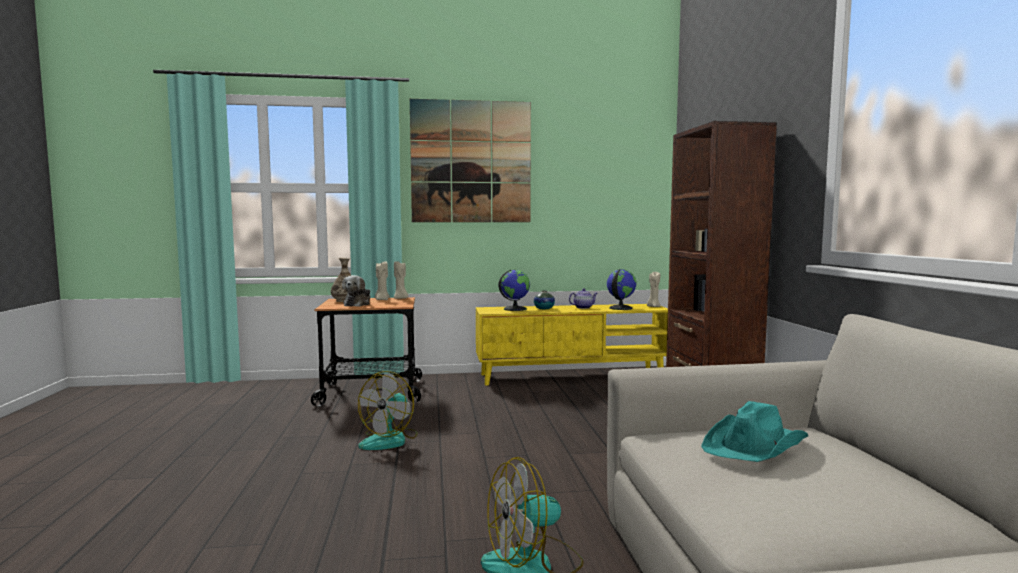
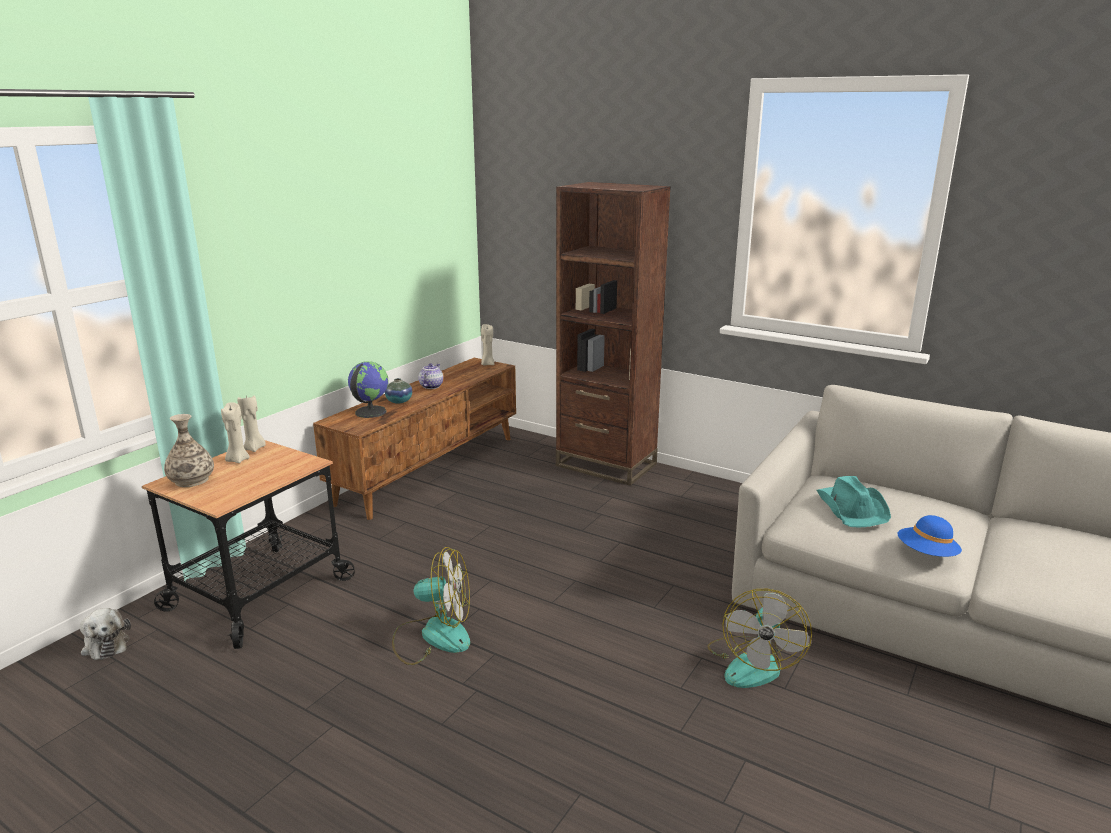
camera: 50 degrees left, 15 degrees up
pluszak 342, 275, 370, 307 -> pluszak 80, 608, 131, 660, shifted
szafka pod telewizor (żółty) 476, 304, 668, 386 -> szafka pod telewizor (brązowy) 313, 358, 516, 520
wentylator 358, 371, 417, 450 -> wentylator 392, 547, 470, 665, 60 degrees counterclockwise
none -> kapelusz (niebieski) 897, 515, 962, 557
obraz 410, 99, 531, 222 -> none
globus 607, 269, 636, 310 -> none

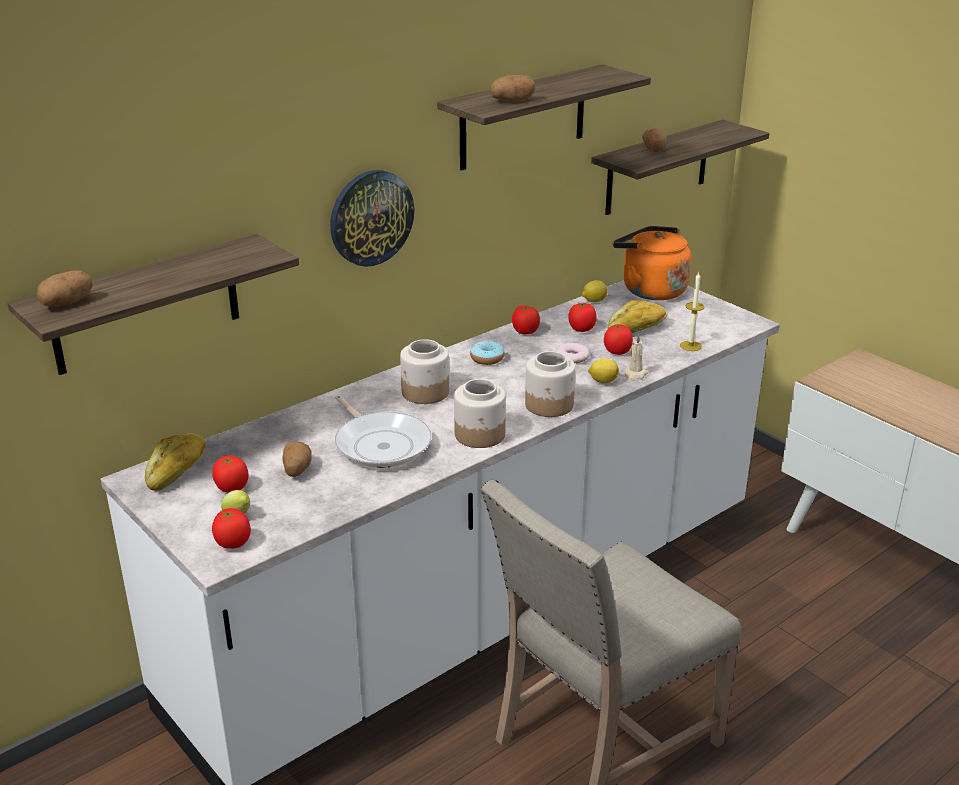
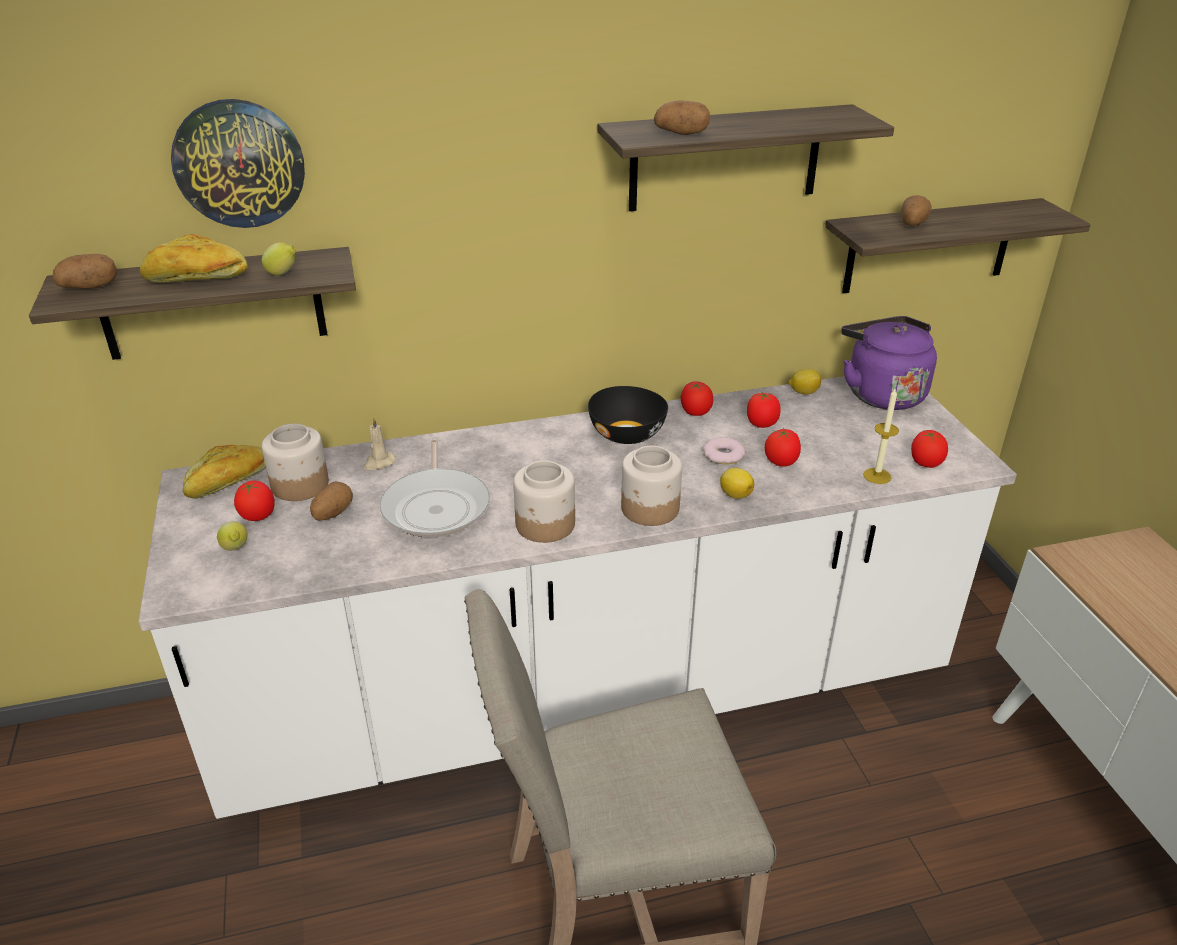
camera: 25 degrees right, 5 degrees up
chleb 608, 300, 667, 333 -> chleb 140, 234, 248, 283, shifted
zegar ścienny 330, 170, 414, 267 -> zegar ścienny 171, 99, 305, 228, shifted
none -> cytryna 262, 242, 296, 276
słoik 400, 339, 449, 404 -> słoik 262, 424, 329, 501, shifted
świeca (beżowy) 624, 334, 648, 381 -> świeca (beżowy) 363, 417, 395, 470, shifted
donut 470, 341, 504, 365 -> miska (czarny) 588, 386, 668, 444
czajnik (pomarańczowy) 613, 226, 691, 300 -> czajnik (fioletowy) 841, 316, 937, 410
pomidor 212, 508, 251, 549 -> pomidor 911, 430, 948, 468, shifted

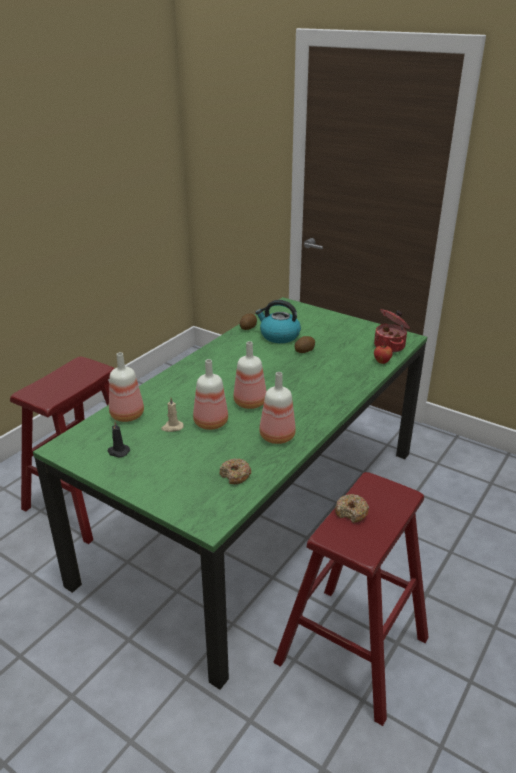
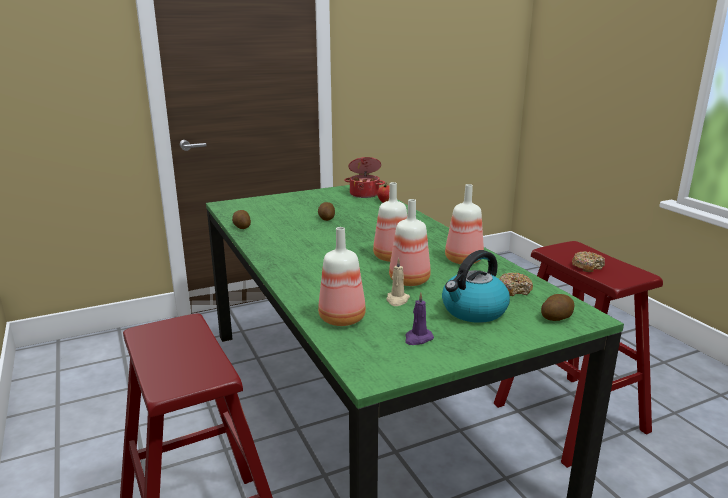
camera: 60 degrees left, 10 degrees down
świeca (czarny) 108, 422, 130, 458 -> świeca (fioletowy) 405, 292, 434, 345
czajnik 255, 300, 301, 343 -> czajnik 442, 250, 510, 323, shifted
none -> ziemniak 541, 294, 574, 321

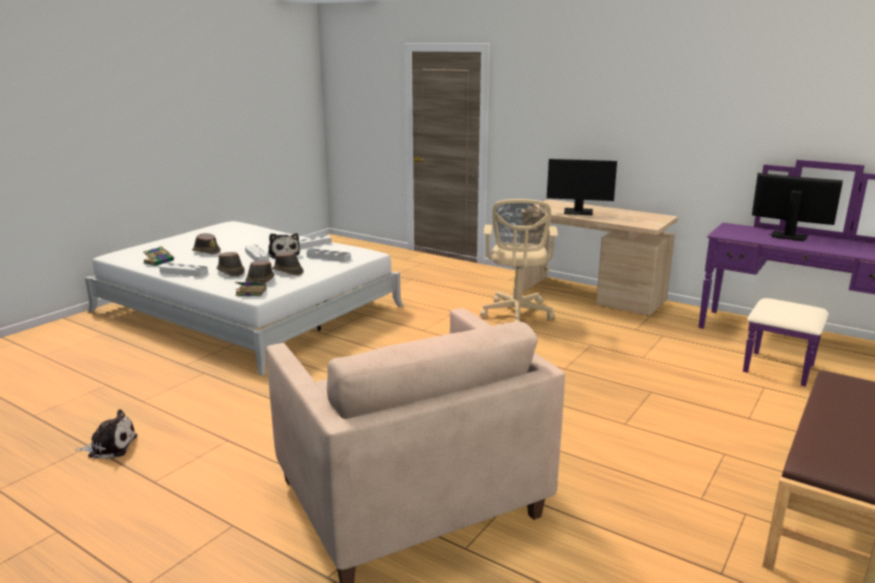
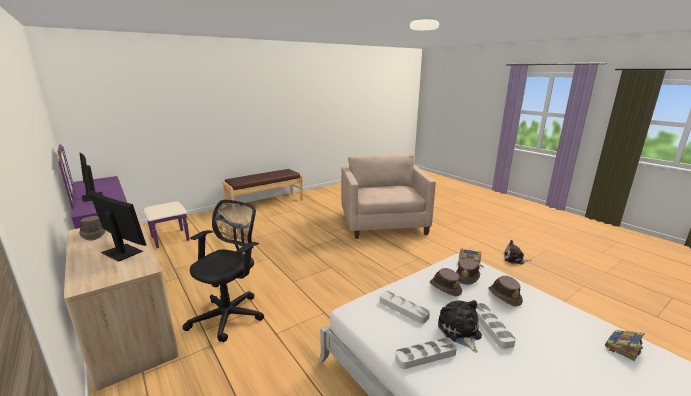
camera: 160 degrees left, 0 degrees up
kapelusz (brązowy) 192, 233, 221, 254 -> kapelusz (brązowy) 79, 216, 106, 241, shifted
krzesło biurowe (beżowy) 480, 199, 558, 322 -> krzesło biurowe (czarny) 182, 200, 264, 342
taca (szary) 159, 263, 208, 277 -> none

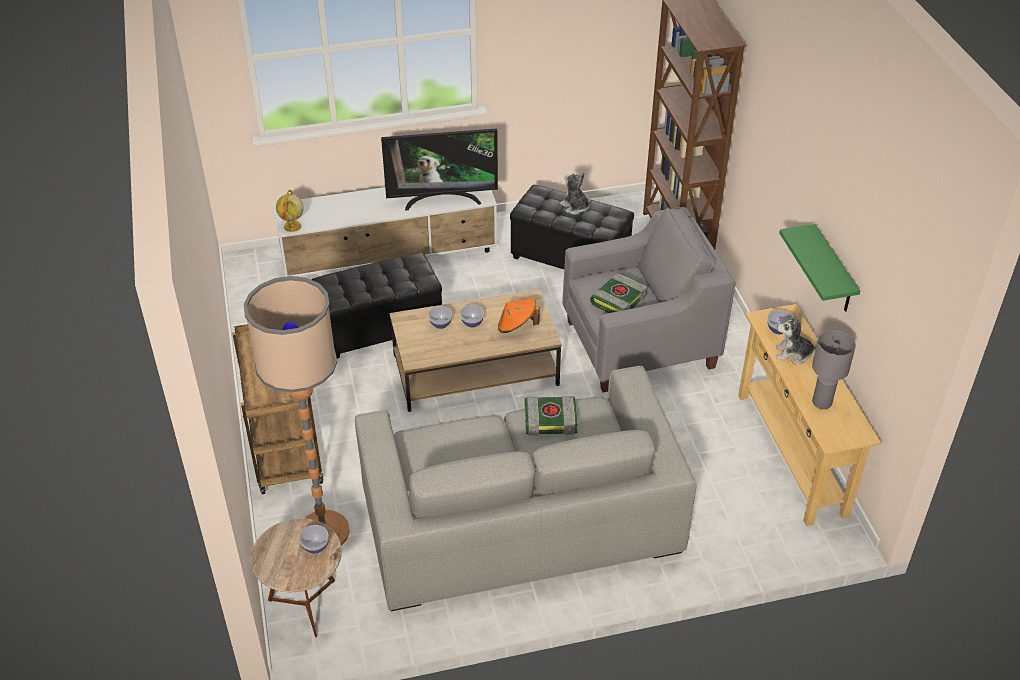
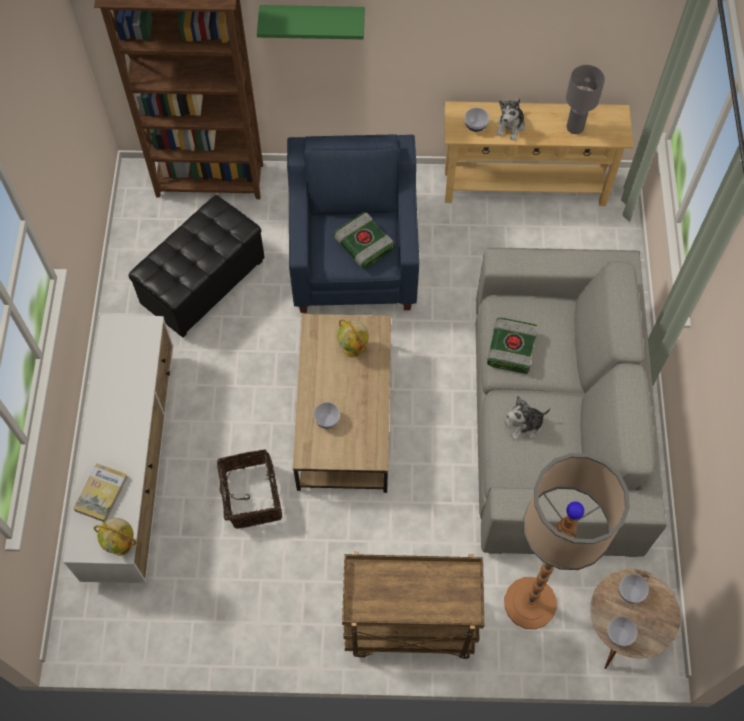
camera: 75 degrees left, 20 degrees up
none -> książka 73, 463, 128, 522
pufa (czarny) 311, 252, 442, 358 -> koszyk 210, 449, 282, 529
półka (zielony) 779, 224, 860, 312 -> półka (zielony) 257, 5, 365, 39, shifted
fotel (szary) 562, 207, 736, 393 -> fotel (niebieski) 287, 134, 420, 313
kapelusz (pomarańczowy) 498, 298, 540, 333 -> globus 337, 319, 369, 358
pluszak 560, 172, 590, 214 -> pluszak 504, 396, 550, 440, shifted
miska 460, 305, 484, 328 -> miska 607, 616, 637, 647, shifted
telewizor 381, 128, 498, 211 -> none

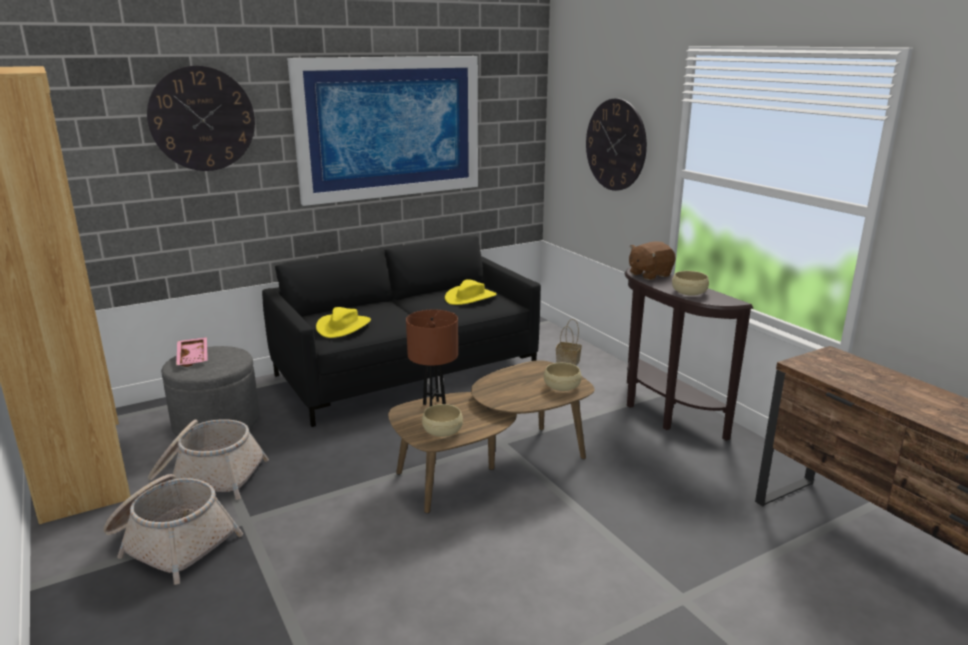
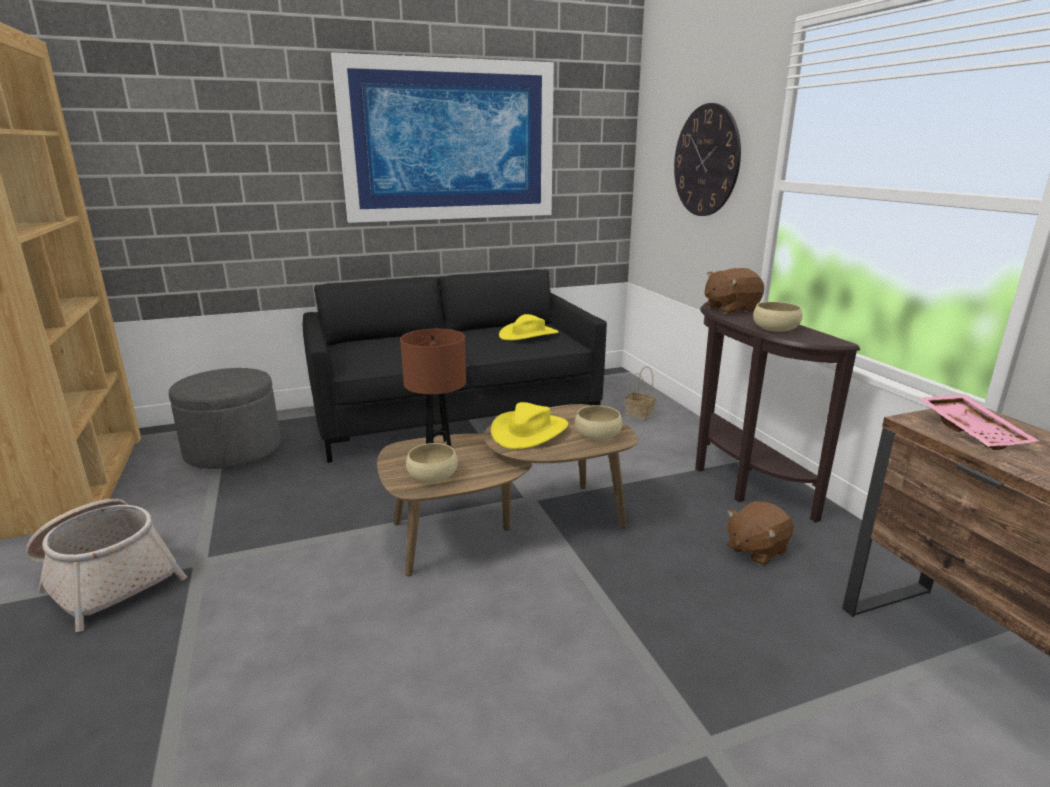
camera: 10 degrees right, 0 degrees up
kapelusz (żółty) 316, 307, 371, 338 -> kapelusz (żółty) 491, 402, 568, 449, shifted
none -> pluszak (brązowy) 727, 501, 794, 566
taca (różowy) 176, 337, 208, 367 -> taca (różowy) 919, 394, 1039, 450, shifted
zegar ścienny 147, 66, 255, 171 -> none
koszyk 148, 419, 269, 500 -> none

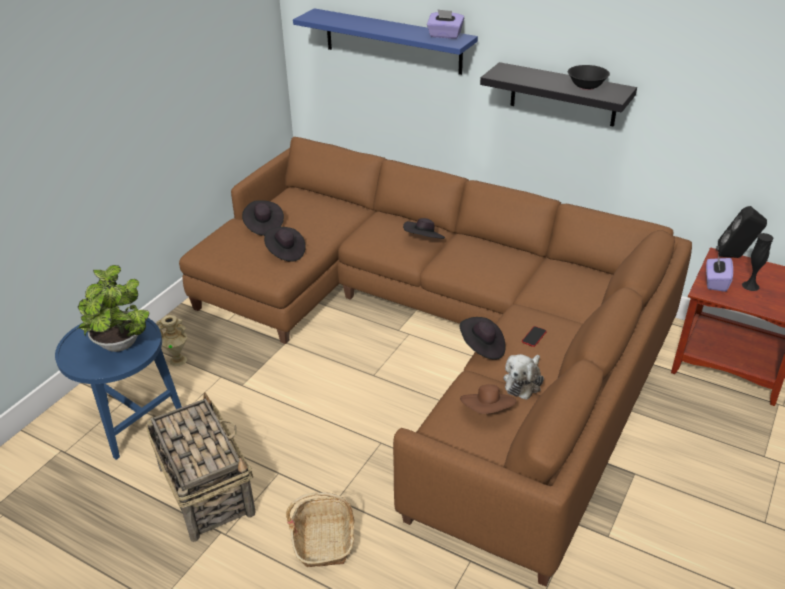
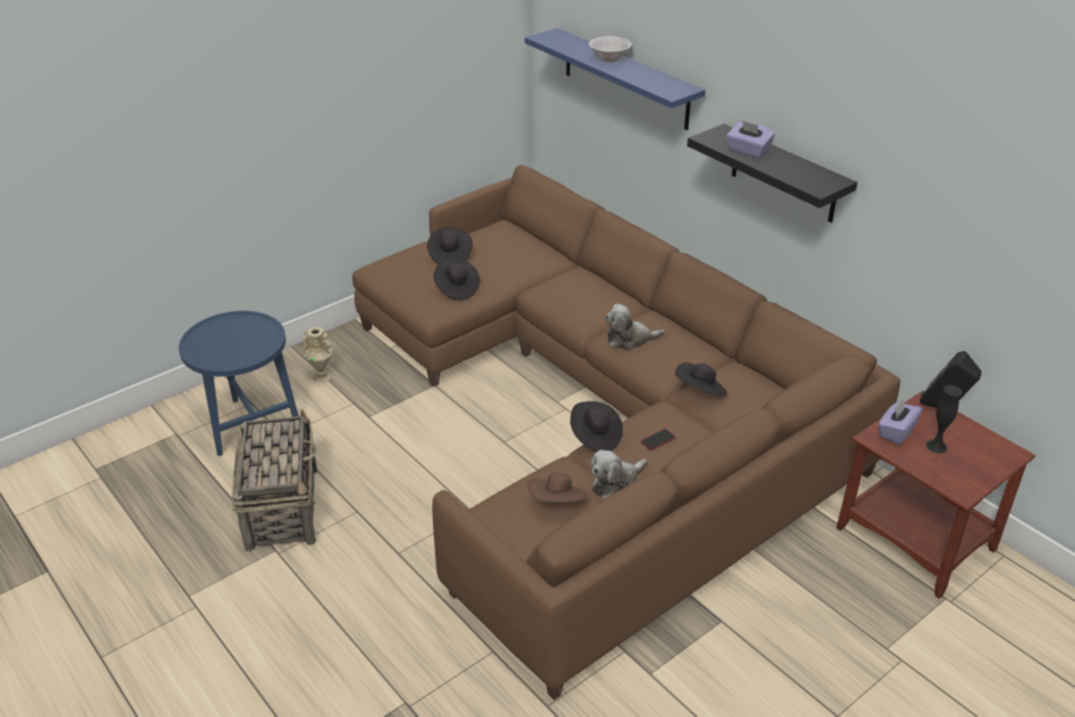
camera: 20 degrees right, 0 degrees up
none -> miska (biały) 589, 36, 631, 62
none -> pluszak 605, 304, 665, 350
kapelusz (czarny) 403, 218, 445, 239 -> kapelusz (czarny) 675, 362, 727, 396, shifted
pudełko chusteczek (fioletowy) 427, 9, 464, 39 -> pudełko chusteczek (fioletowy) 726, 120, 775, 159, shifted
roślina doniczkowa 77, 265, 150, 352 -> none
koszyk 286, 492, 354, 567 -> none
miska (czarny) 568, 65, 610, 90 -> none

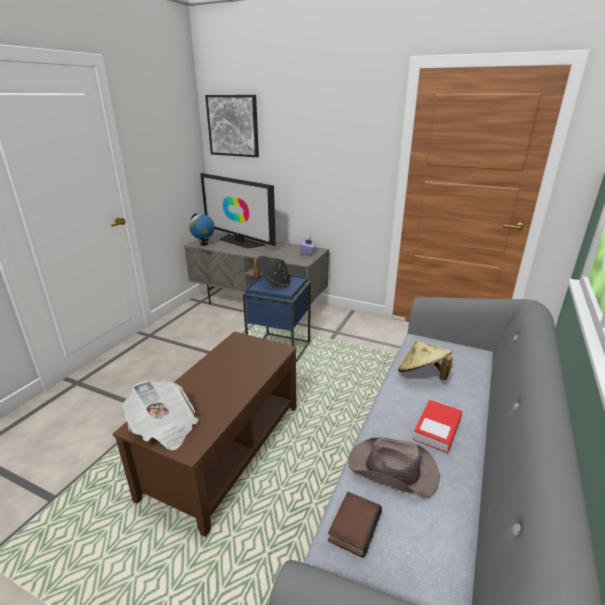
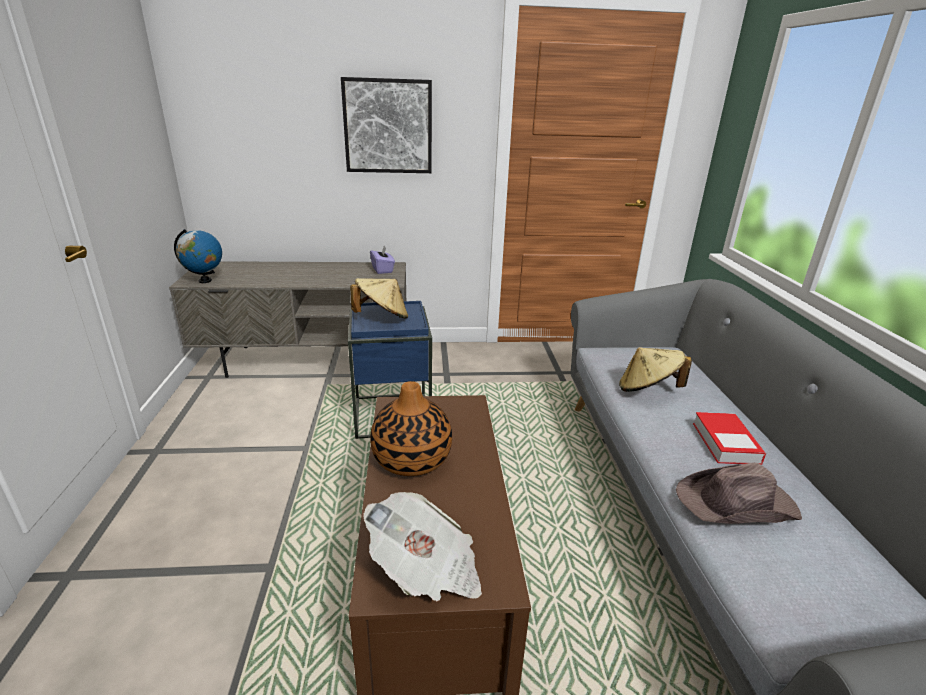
camera: 30 degrees left, 0 degrees up
obraz 205, 95, 259, 157 -> obraz 341, 77, 432, 173, shifted
kapelusz (czarny) 253, 256, 291, 287 -> kapelusz (beżowy) 350, 278, 408, 319
none -> wazon 370, 381, 452, 476
telewizor 200, 173, 276, 248 -> none
książka 328, 492, 382, 558 -> none

